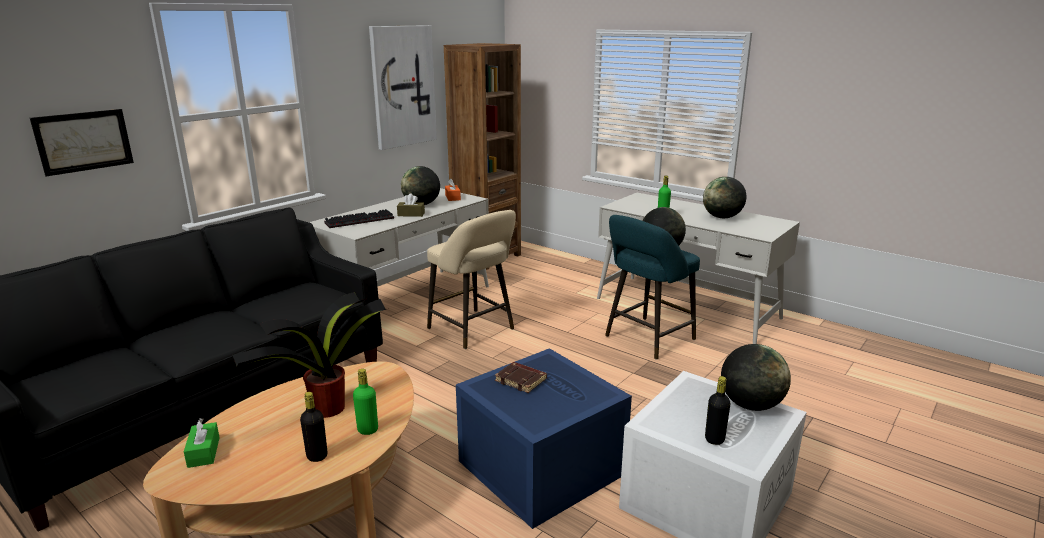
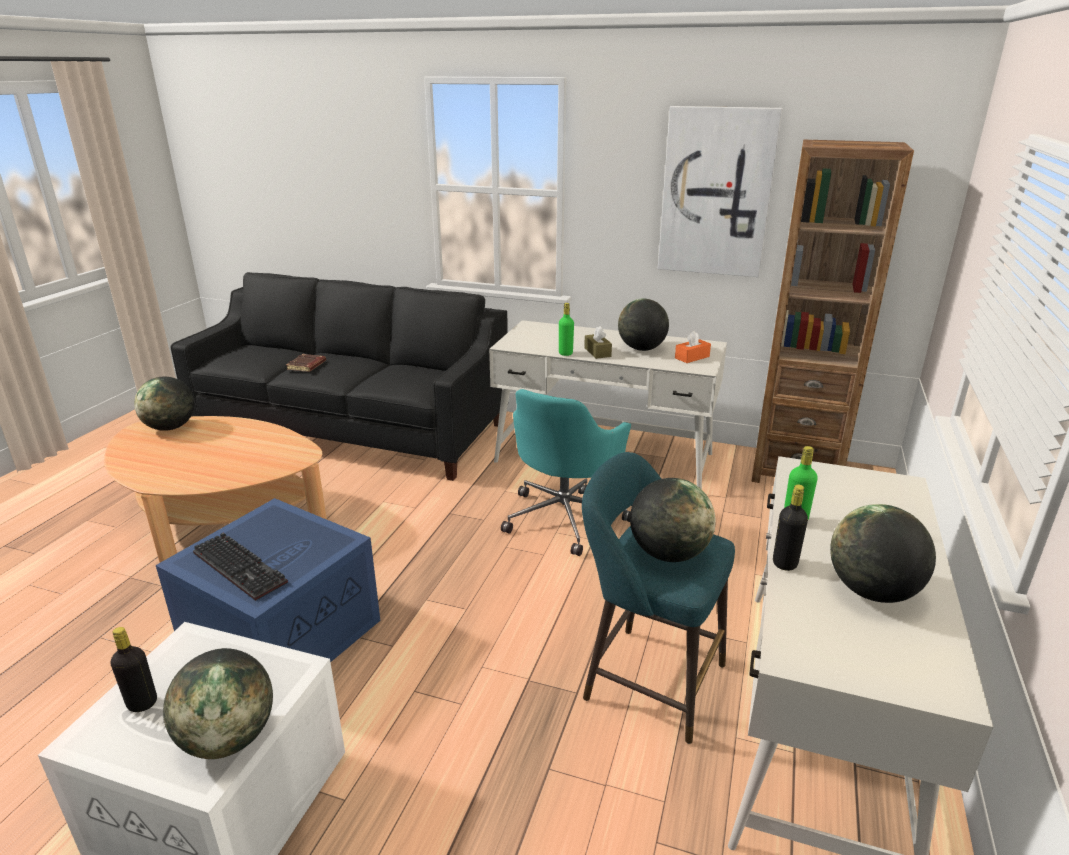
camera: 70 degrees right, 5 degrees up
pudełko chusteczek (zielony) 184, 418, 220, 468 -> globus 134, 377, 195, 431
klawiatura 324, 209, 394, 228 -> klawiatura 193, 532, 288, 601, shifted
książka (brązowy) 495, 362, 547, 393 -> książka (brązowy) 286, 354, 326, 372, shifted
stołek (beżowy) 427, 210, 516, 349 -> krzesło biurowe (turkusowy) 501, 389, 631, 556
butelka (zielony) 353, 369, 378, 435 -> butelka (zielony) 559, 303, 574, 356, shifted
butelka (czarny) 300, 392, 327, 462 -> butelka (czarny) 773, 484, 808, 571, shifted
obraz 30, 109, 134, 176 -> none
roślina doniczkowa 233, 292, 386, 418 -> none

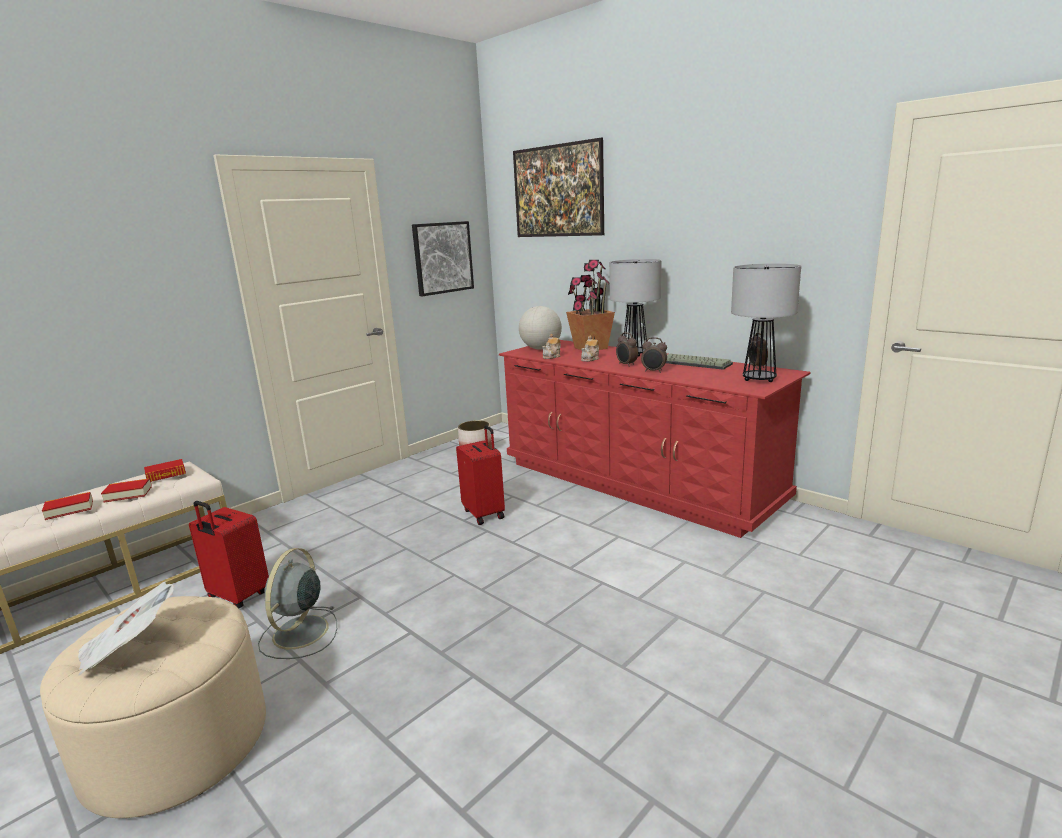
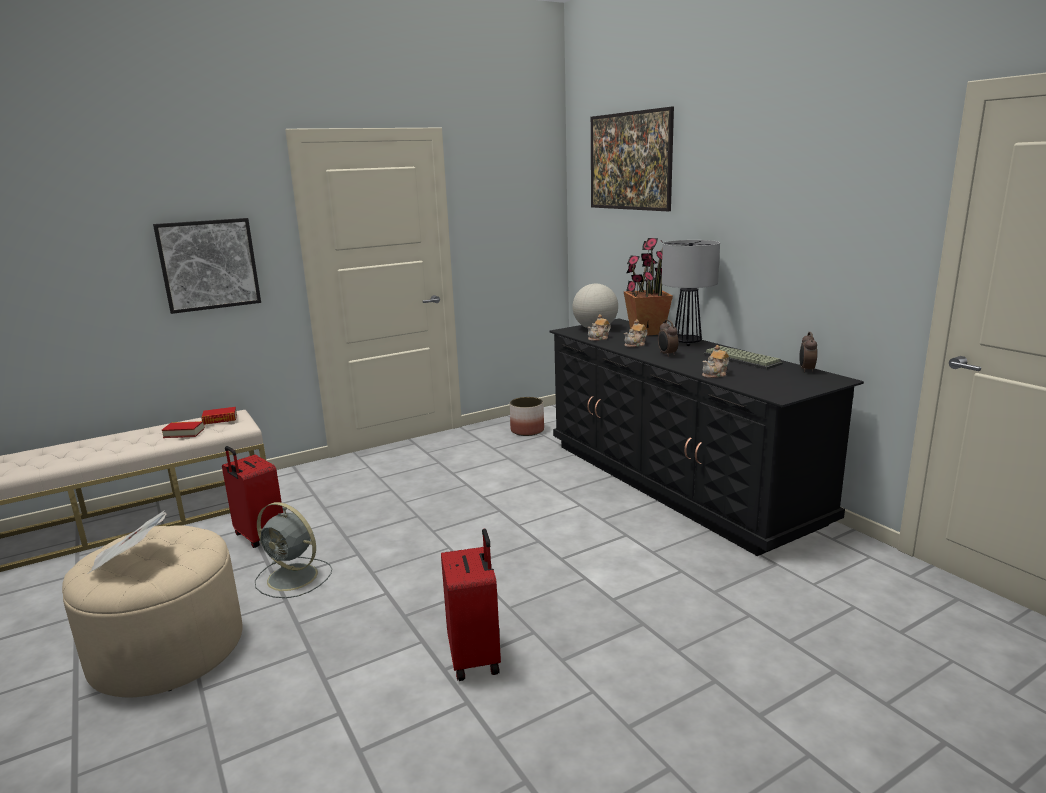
camera: 15 degrees right, 0 degrees up
obraz 412, 221, 474, 296 -> obraz 153, 218, 261, 314, shifted
wentylator (szary) 258, 548, 337, 659 -> wentylator (szary) 255, 502, 332, 598, 90 degrees counterclockwise
walizka (czerwony) 456, 425, 505, 525 -> walizka (czerwony) 441, 529, 501, 681, shifted
komoda (czerwony) 499, 340, 811, 538 -> komoda (czarny) 550, 319, 864, 556
none -> imbryk 702, 345, 729, 378
książka 42, 492, 93, 520 -> none
budzik 641, 337, 667, 373 -> none
lampa stołowa 731, 263, 801, 382 -> none

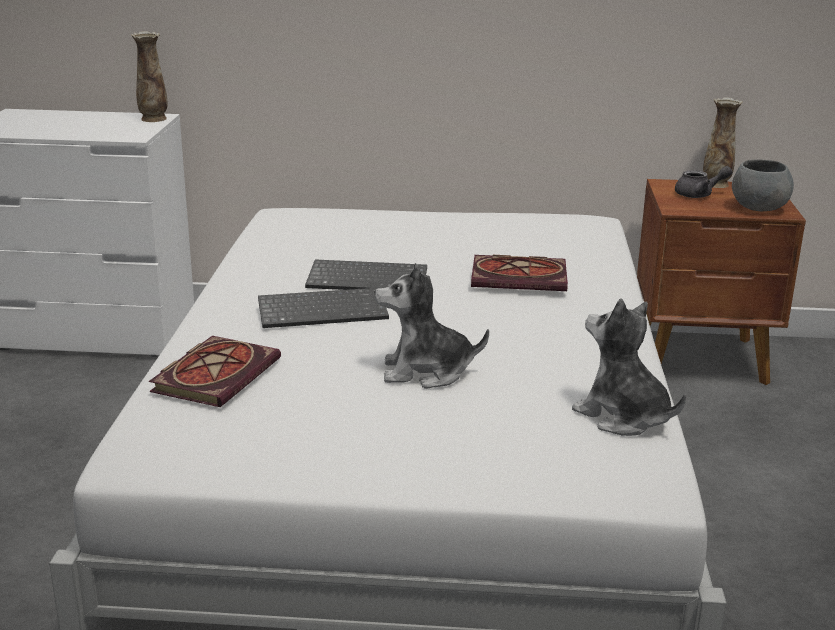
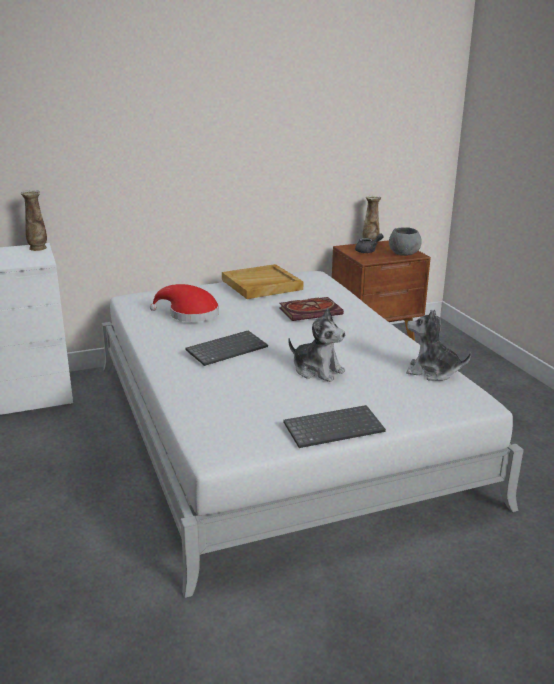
camera: 25 degrees left, 0 degrees up
none -> kapelusz (czerwony) 150, 284, 219, 322
none -> taca (beżowy) 222, 264, 303, 299
klawiatura 305, 259, 427, 290 -> klawiatura 283, 405, 386, 448, shifted
pluszak 375, 263, 489, 388 -> pluszak 288, 308, 346, 382, 120 degrees counterclockwise
książka 149, 336, 281, 407 -> none

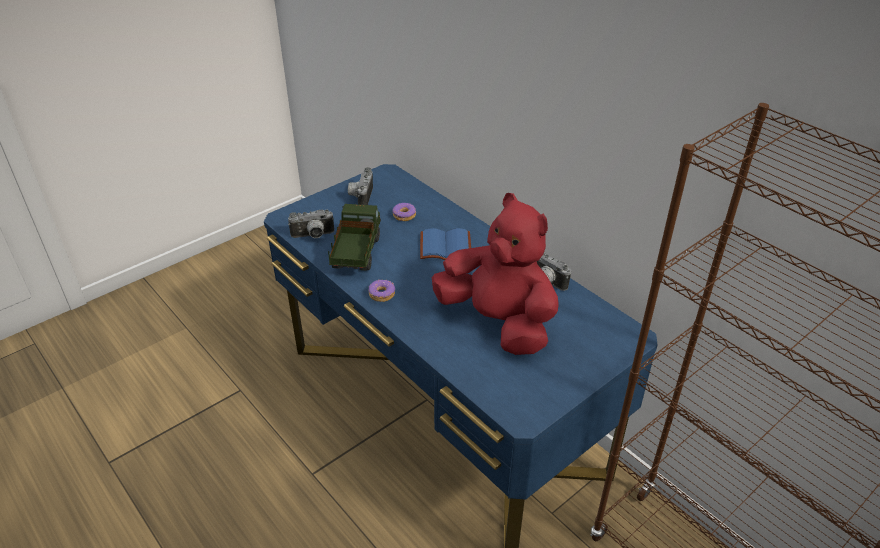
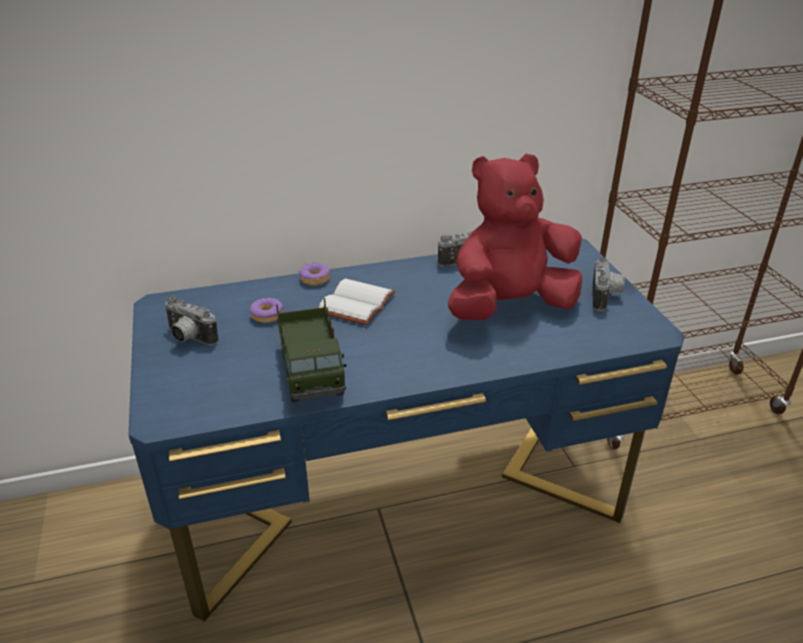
camera: 65 degrees left, 5 degrees down
ciężarówka zabawkowa 328, 204, 381, 271 -> ciężarówka zabawkowa 276, 298, 347, 403, 135 degrees counterclockwise
donut 368, 280, 395, 302 -> donut 299, 262, 330, 286, shifted
książka (niebieski) 420, 228, 471, 260 -> książka (biały) 318, 279, 395, 325
aparat fotograficzny 288, 210, 334, 238 -> aparat fotograficzny 593, 257, 625, 311, shifted

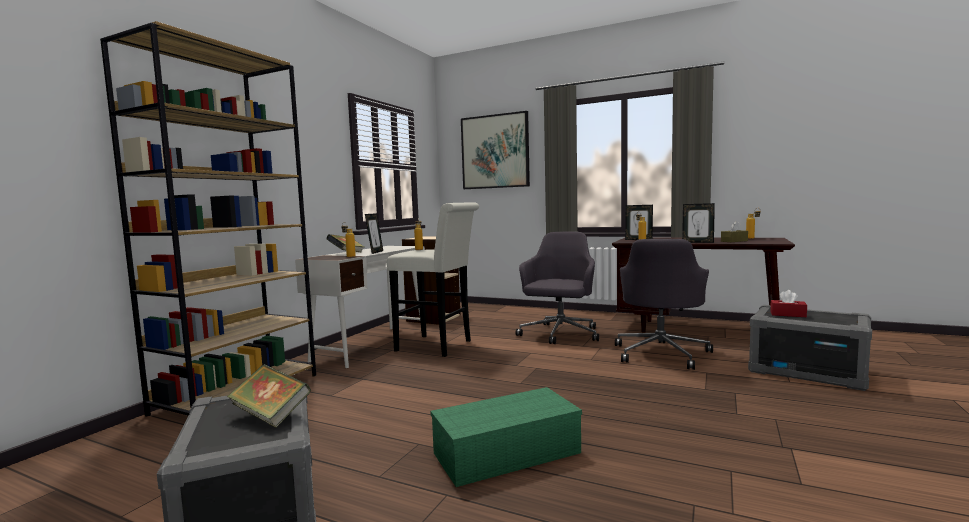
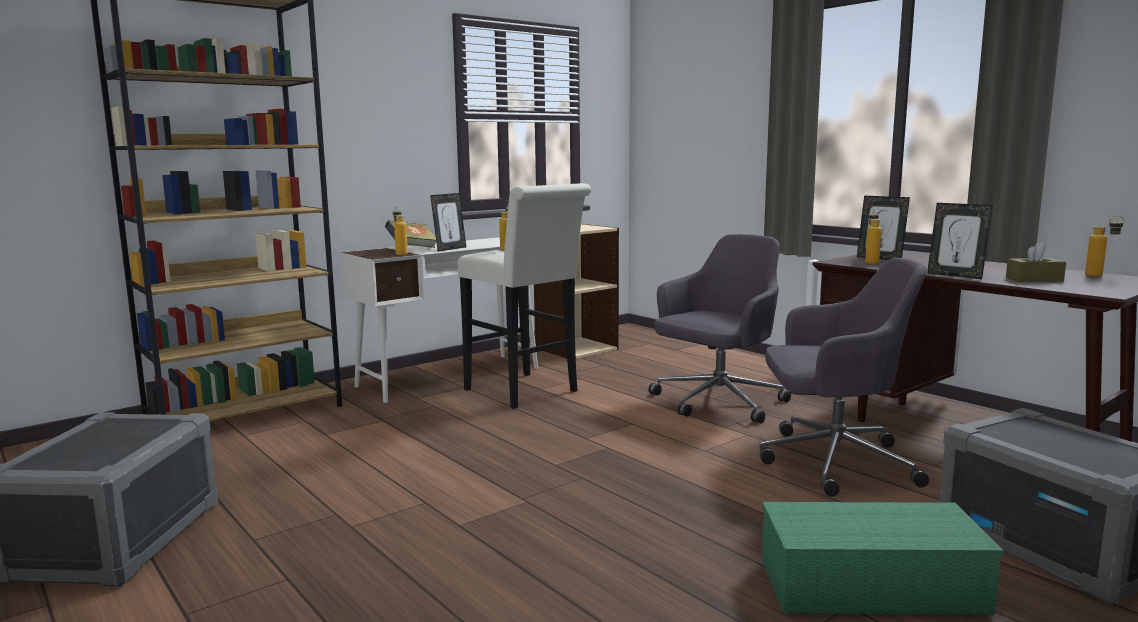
camera: 25 degrees right, 5 degrees up
krzesło biurowe (szary) 615, 239, 713, 370 -> krzesło biurowe (szary) 760, 258, 929, 497, 135 degrees counterclockwise
pojemnik do przechowywania (zielony) 430, 387, 582, 487 -> pojemnik do przechowywania (zielony) 762, 502, 1004, 615, shifted
książka 227, 364, 311, 428 -> none
obraz 461, 111, 530, 189 -> none
pudełko chusteczek (czerwony) 770, 290, 807, 317 -> none

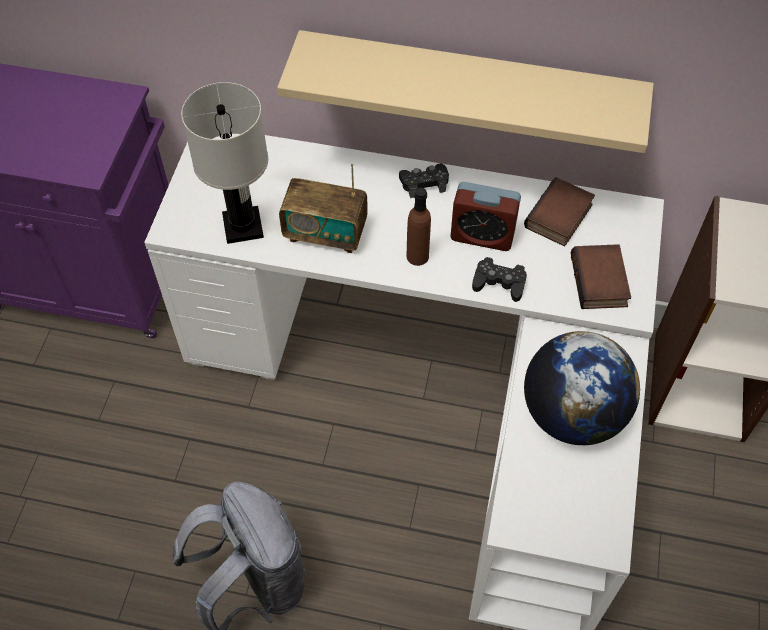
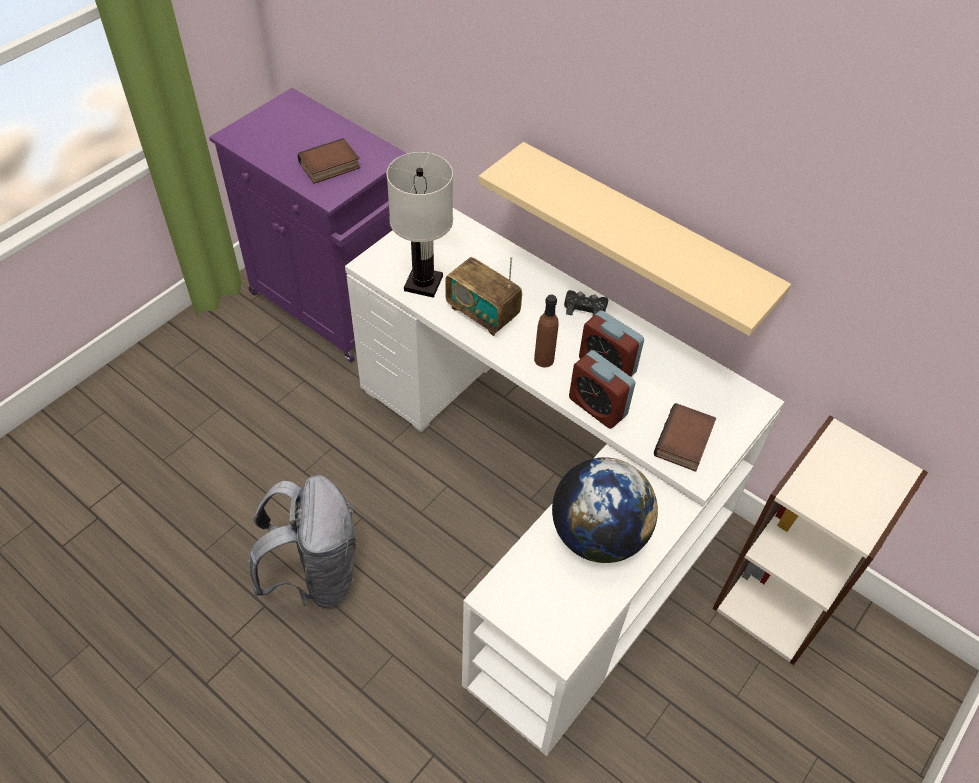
camera: 25 degrees right, 5 degrees down
książka 524, 177, 595, 246 -> książka 298, 138, 360, 184, shifted
pad do gier (czarny) 472, 257, 527, 302 -> budzik 569, 350, 635, 429

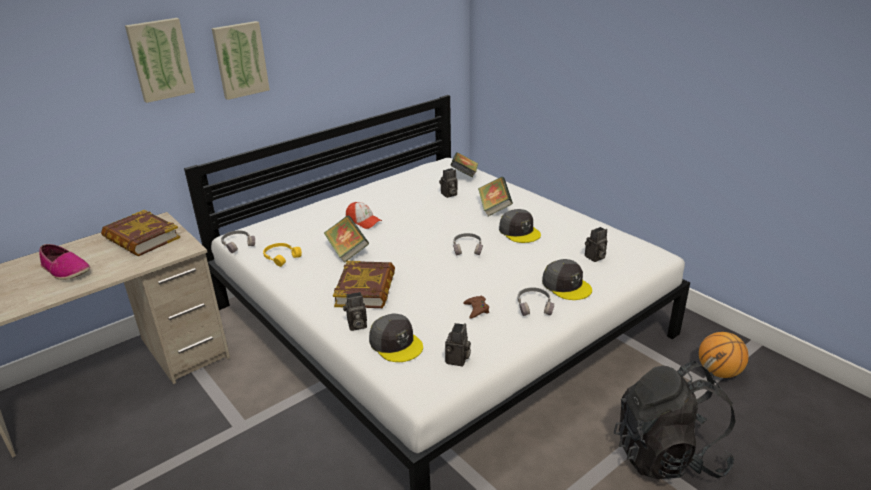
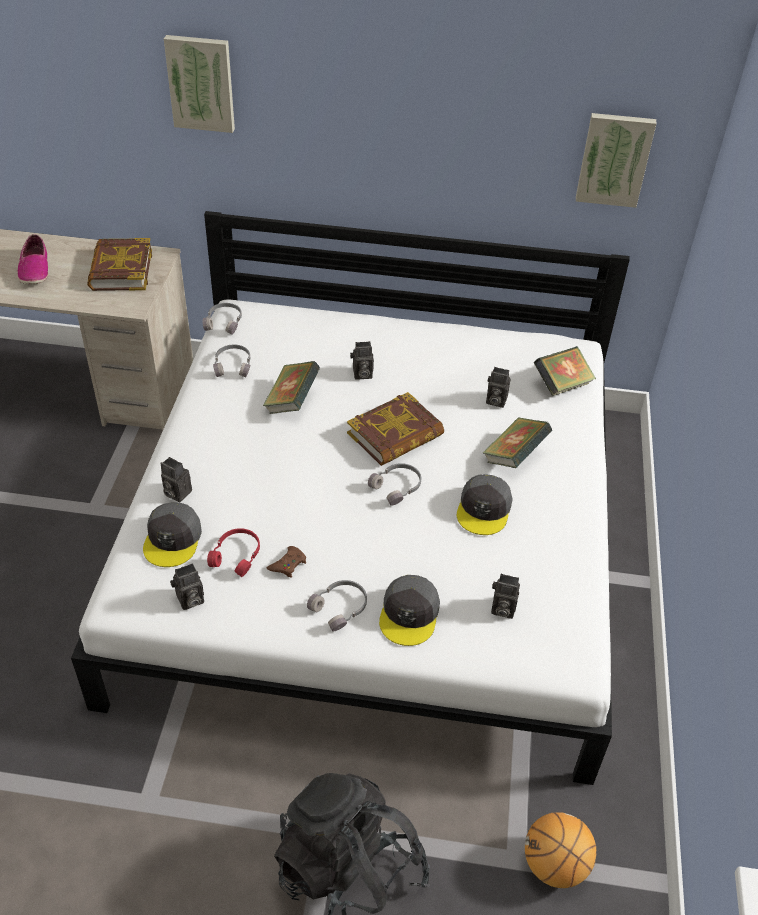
camera: 45 degrees right, 15 degrees up
none -> słuchawki (czerwony) 207, 528, 260, 577
słuchawki (żółty) 263, 243, 302, 267 -> słuchawki (szary) 213, 345, 250, 377
książka 333, 261, 395, 308 -> książka 347, 392, 444, 466, shifted
czapka z daszkiem 346, 202, 382, 229 -> aparat fotograficzny 350, 341, 374, 380
obraz 212, 21, 270, 100 -> obraz 576, 113, 657, 208, shifted

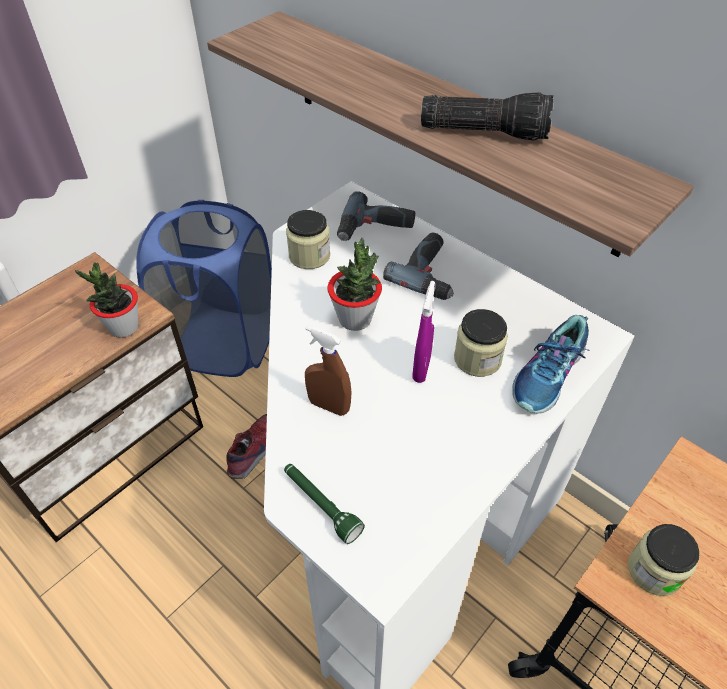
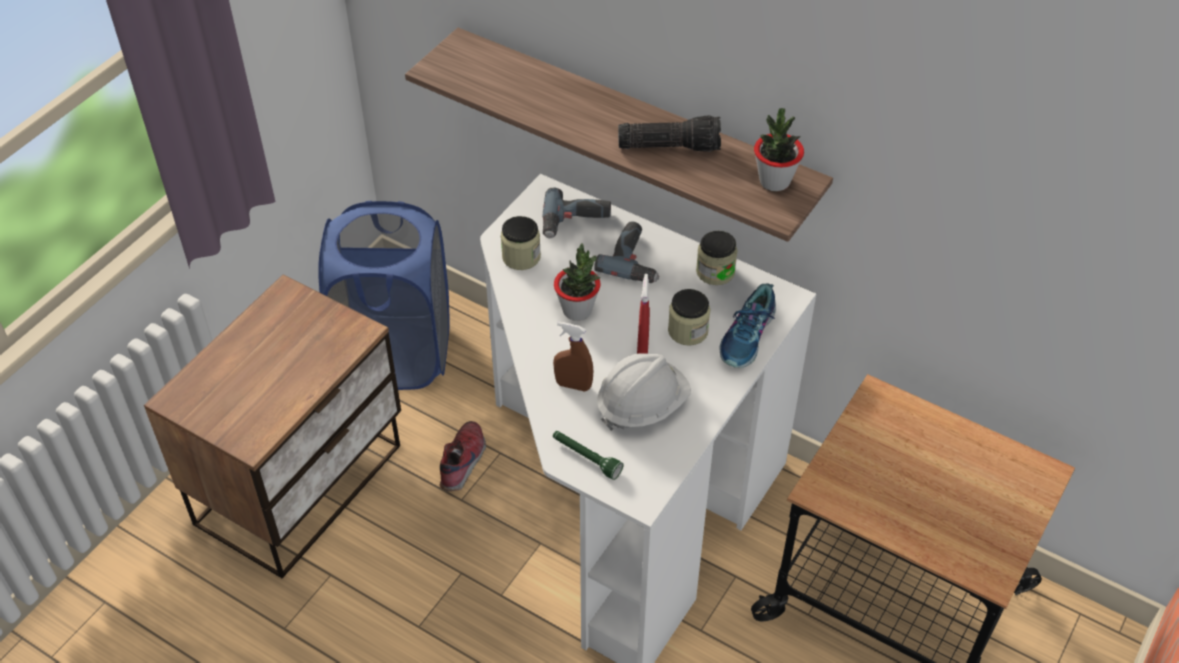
camera: 10 degrees left, 0 degrees up
none -> kask (biały) 597, 353, 691, 431
spryskiwacz (fioletowy) 412, 281, 435, 383 -> spryskiwacz (czerwony) 637, 274, 650, 354
słoik 628, 524, 700, 596 -> słoik 696, 231, 738, 285, shifted
roślina doniczkowa 75, 263, 139, 338 -> roślina doniczkowa 754, 108, 804, 191, shifted

